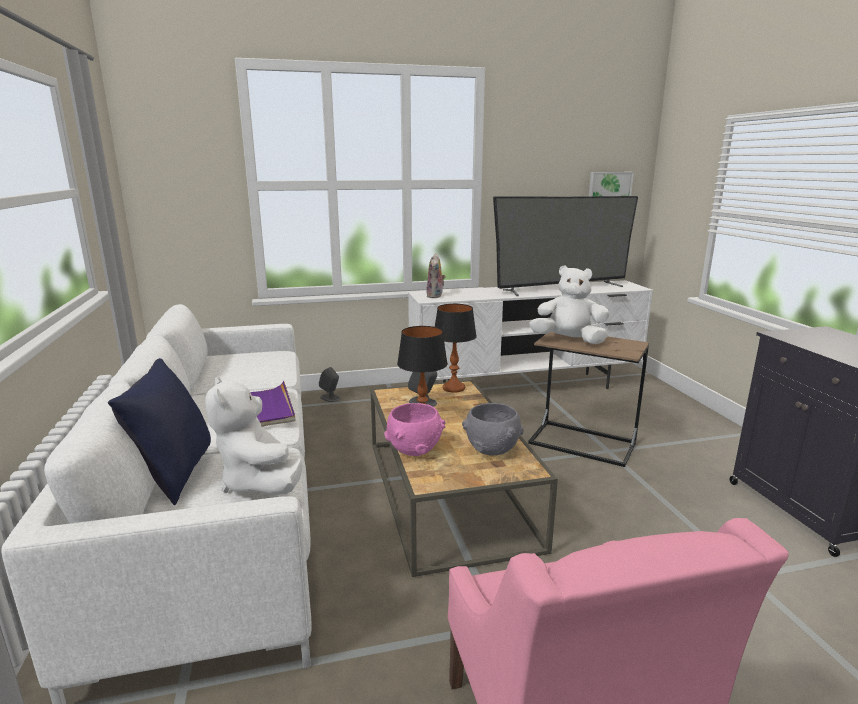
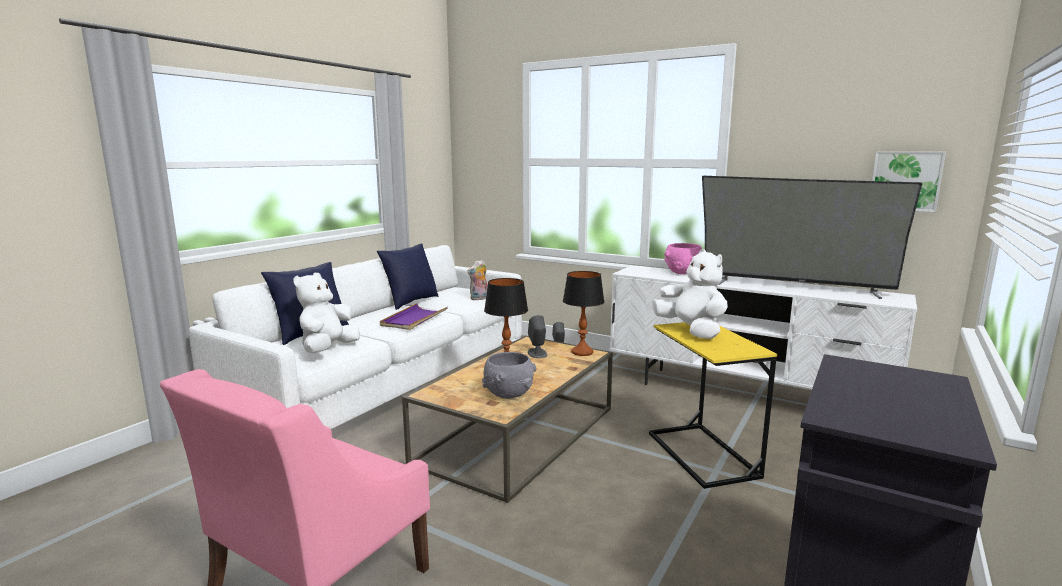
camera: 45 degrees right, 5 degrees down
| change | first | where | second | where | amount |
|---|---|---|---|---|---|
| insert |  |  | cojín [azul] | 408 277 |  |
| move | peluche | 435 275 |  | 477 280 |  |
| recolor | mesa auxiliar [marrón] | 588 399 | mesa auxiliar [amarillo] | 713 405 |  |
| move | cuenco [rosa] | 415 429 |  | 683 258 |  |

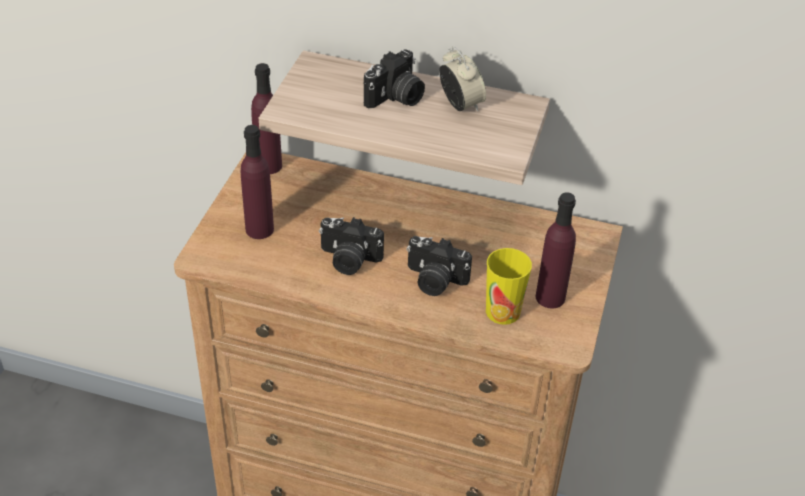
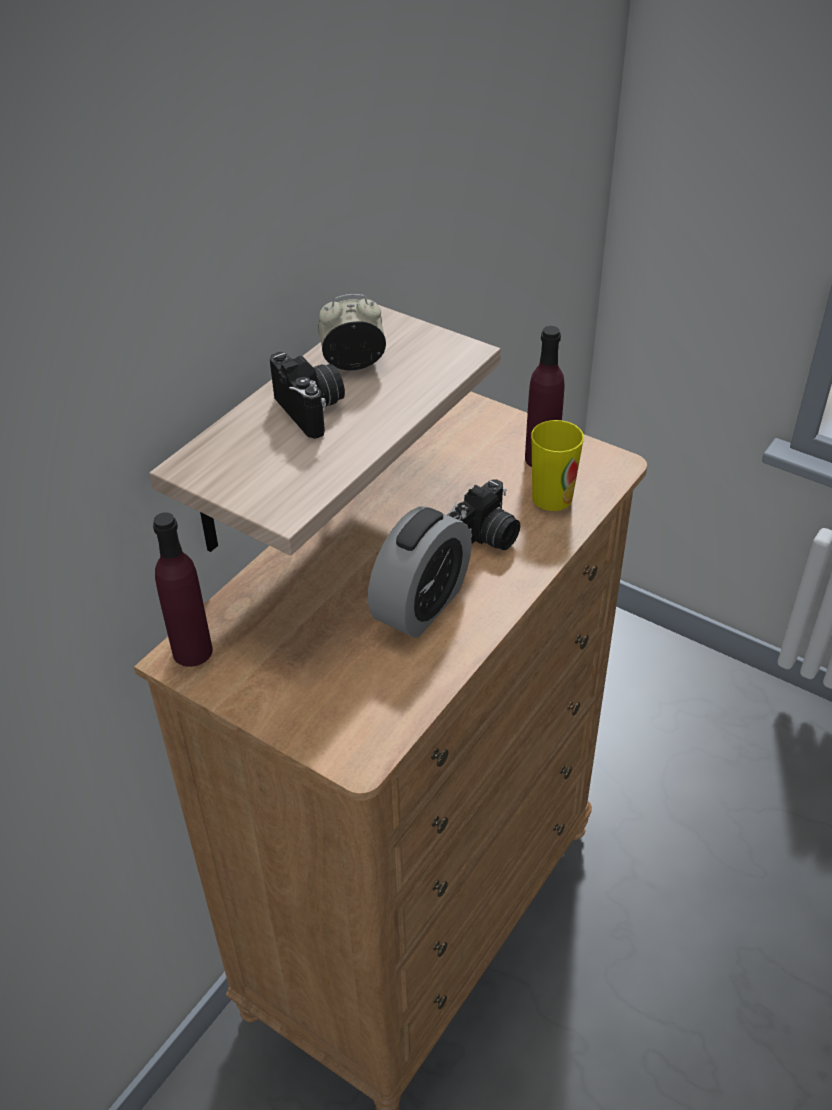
camera: 70 degrees left, 0 degrees up
| change | first | where | second | where | amount |
|---|---|---|---|---|---|
| replace | cámara | 351 246 | despertador | 420 572 |  |
| delete | botella [morado] | 257 182 |  |  |  |

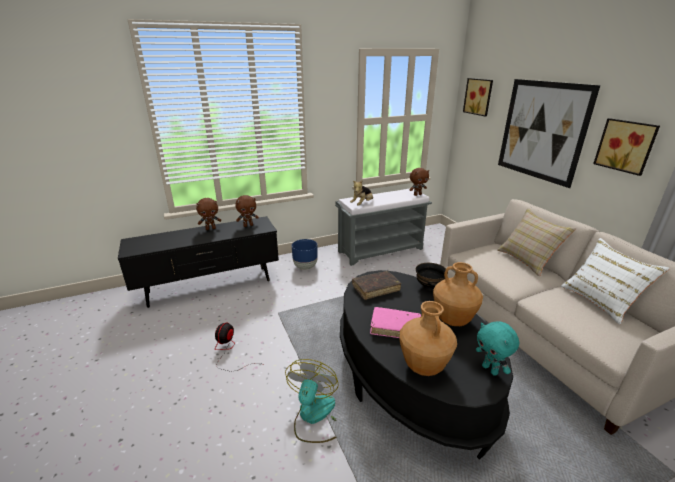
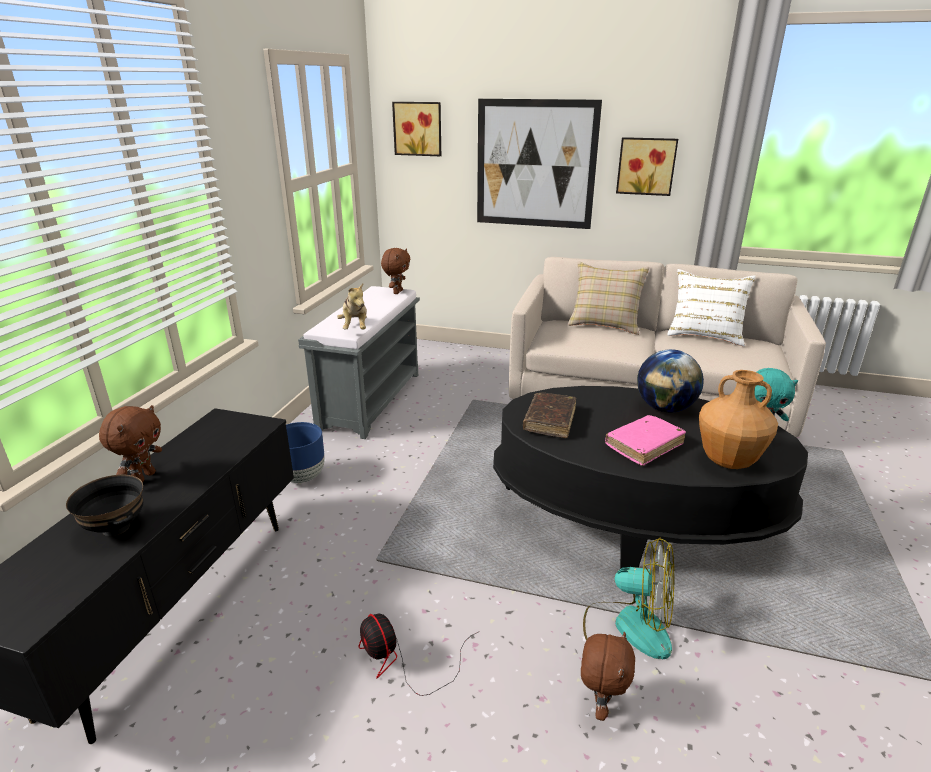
camera: 50 degrees left, 0 degrees up
| change | first | where | second | where | amount |
|---|---|---|---|---|---|
| move | cuenco [negro] | 432 276 |  | 104 505 |  |
| move | peluche [marrón] | 247 211 |  | 608 676 |  |
| rotate | ventilador | 312 401 |  | 628 598 | 150 degrees clockwise |
| replace | florero [marrón] | 458 294 | globo terráqueo | 670 380 |  |

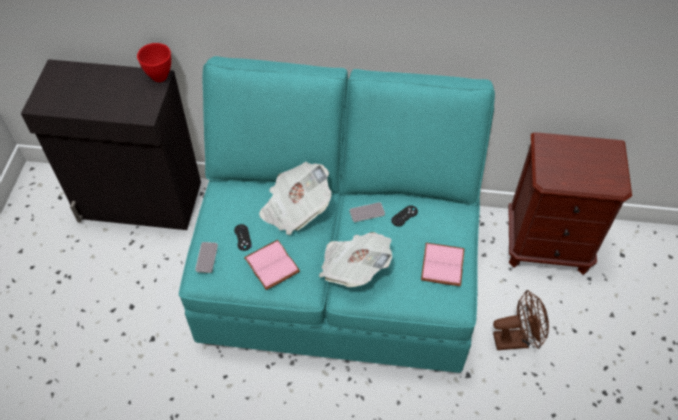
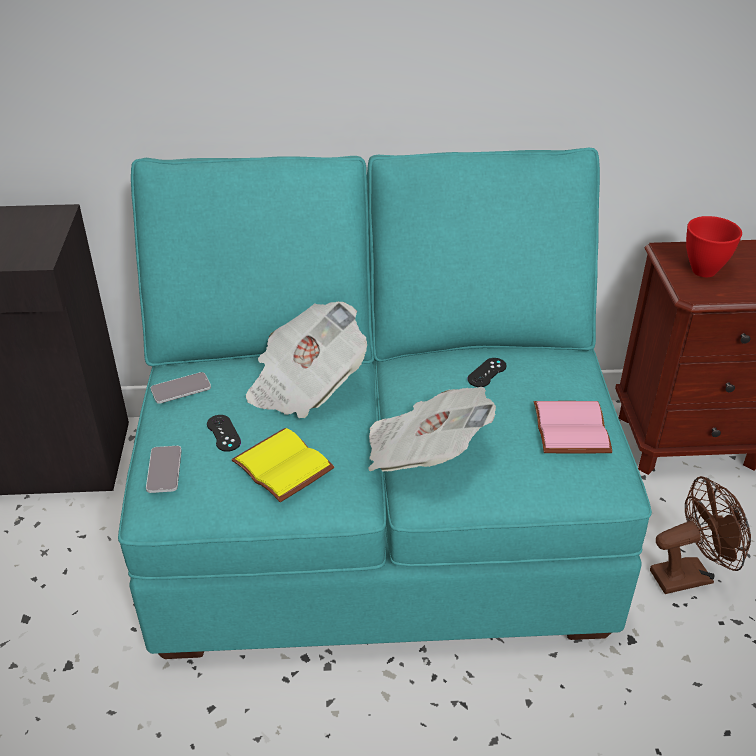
camera: 10 degrees left, 15 degrees down
| change | first | where | second | where | amount |
|---|---|---|---|---|---|
| move | móvil | 367 212 |  | 181 388 |  |
| recolor | libro [rosa] | 272 265 | libro [amarillo] | 283 465 |  |
| move | cuenco [rojo] | 154 62 |  | 714 246 |  |

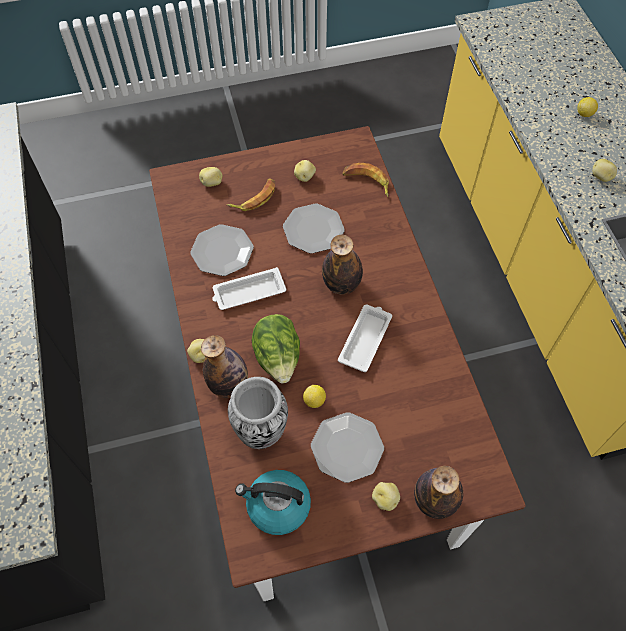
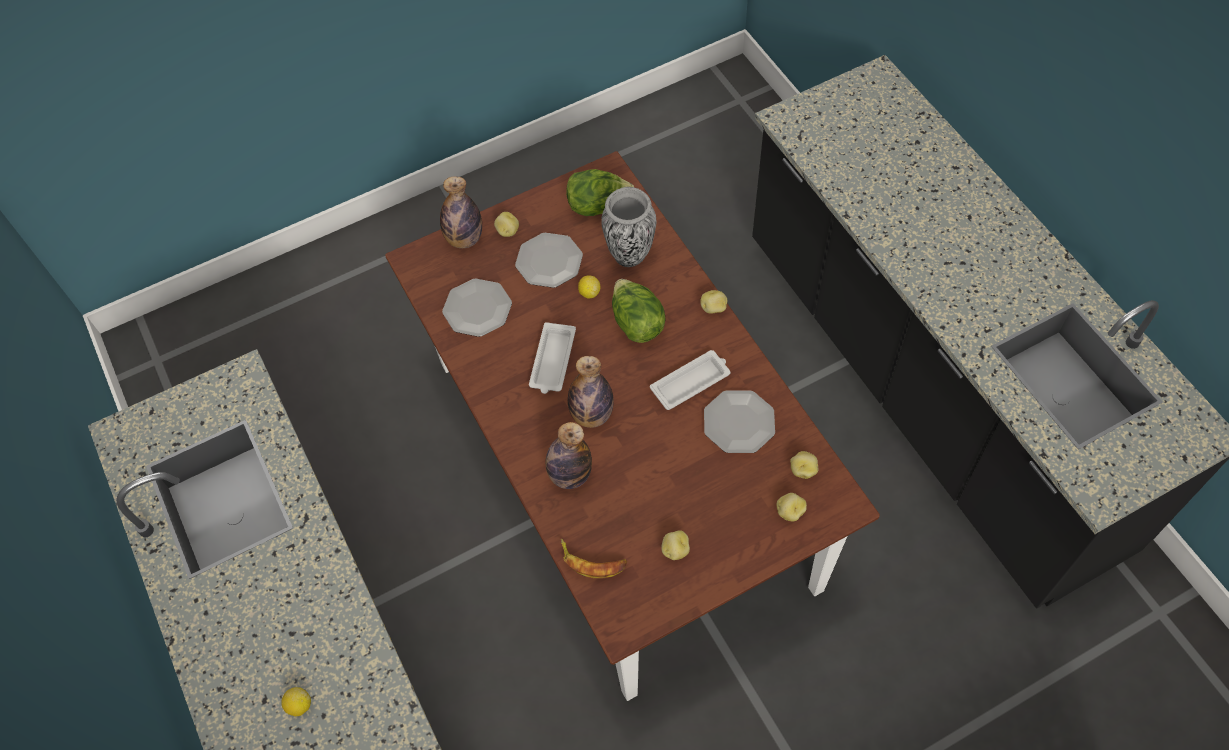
camera: 170 degrees right, 0 degrees up
| change | first | where | second | where | amount |
|---|---|---|---|---|---|
| move | plato | 314 228 |  | 477 308 |  |
| move | botella | 224 366 |  | 568 455 |  |
| replace | hervidor | 273 502 | lechuga | 600 192 |  |
| move | patata | 604 170 |  | 804 465 |  |
| delete | plátano | 251 194 |  |  |  |

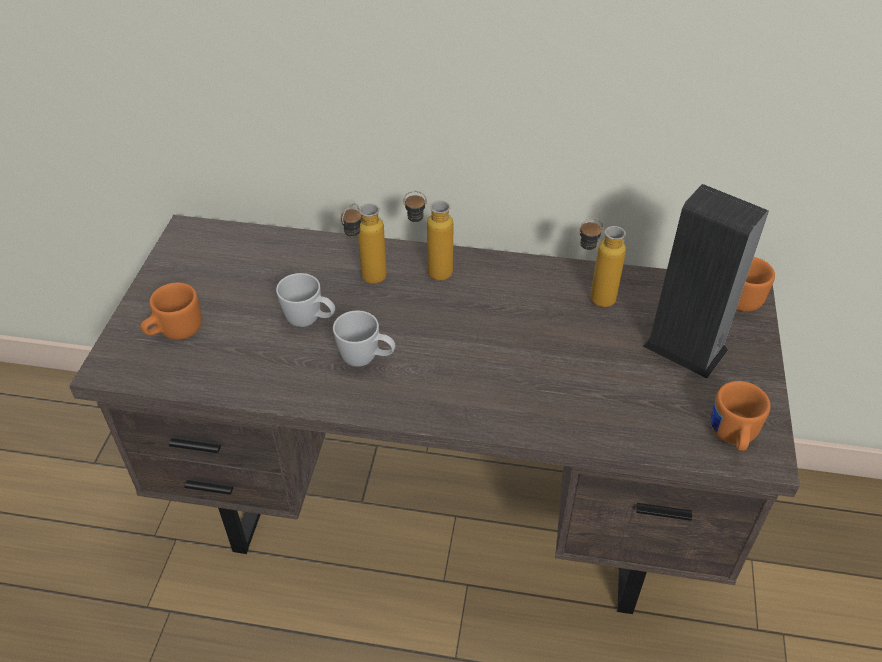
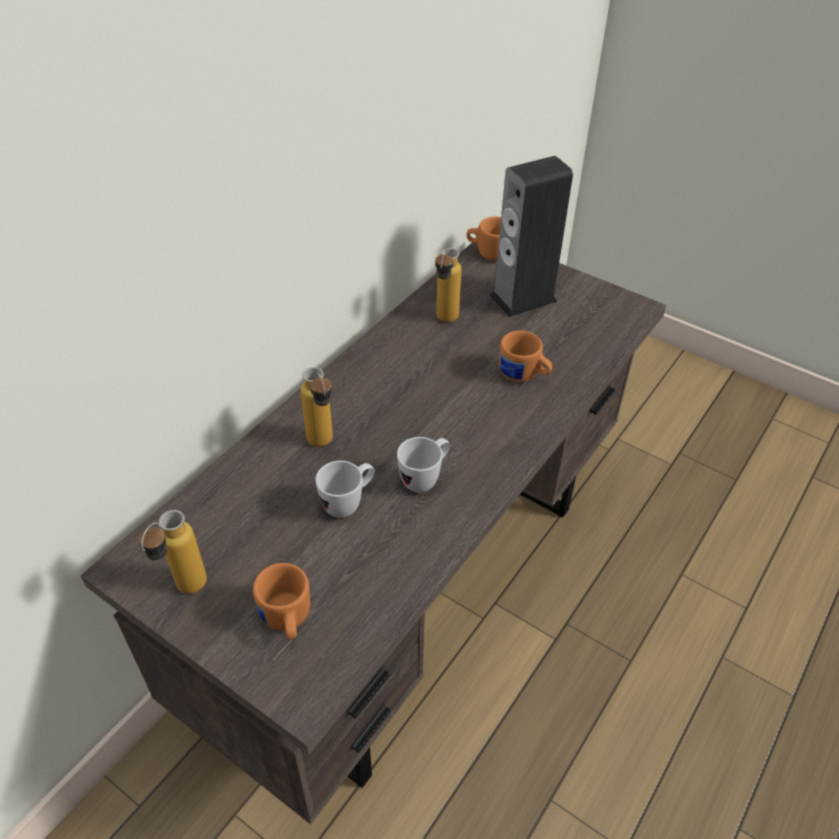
camera: 65 degrees left, 0 degrees up
| change | first | where | second | where | amount |
|---|---|---|---|---|---|
| move | botella | 428 236 |  | 172 552 |  |
| move | taza grande [naranja] | 741 416 |  | 525 356 |  |

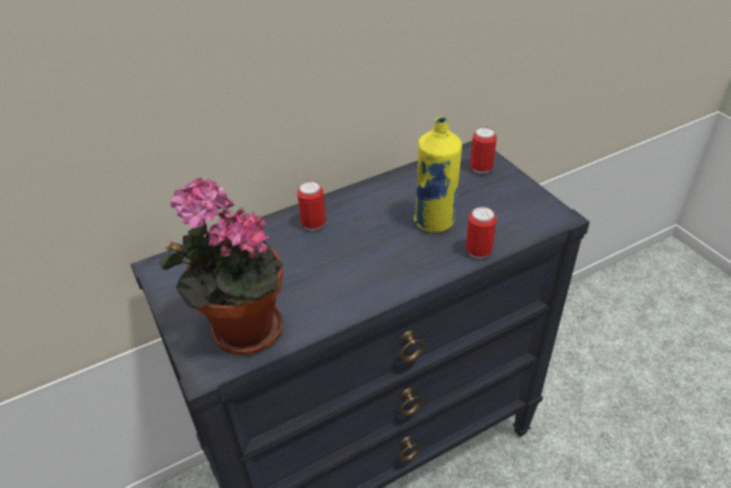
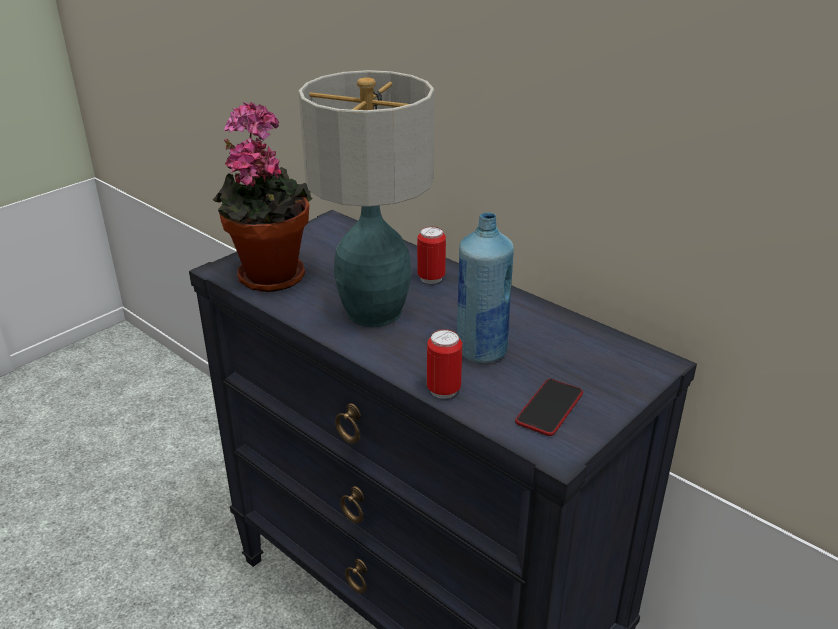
camera: 70 degrees right, 10 degrees down
| change | first | where | second | where | amount |
|---|---|---|---|---|---|
| insert |  |  | lámpara de mesa | 366 198 |  |
| recolor | botella [amarillo] | 438 174 | botella [azul] | 485 287 |  |
| insert |  |  | móvil | 549 407 |  |
| delete | lata | 483 150 |  |  |  |

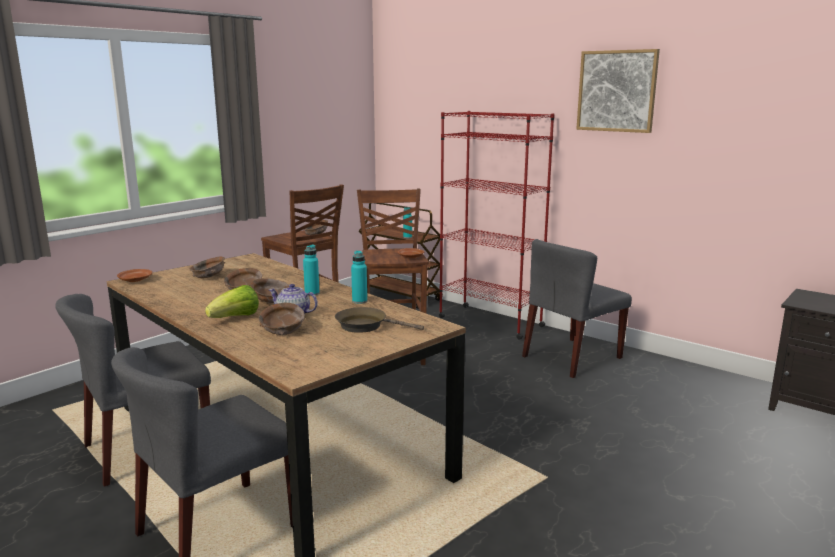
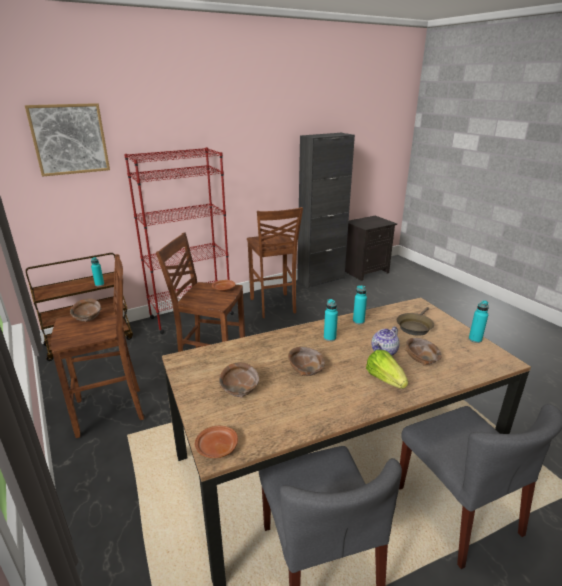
camera: 70 degrees left, 10 degrees up
| change | first | where | second | where | amount |
|---|---|---|---|---|---|
| move | cuadro | 618 91 |  | 67 140 |  |
| replace | silla [gris] | 577 308 | taburete [marrón] | 275 262 |  |
| insert |  |  | armario [negro] | 326 210 |  |
| insert |  |  | botella [turquesa] | 479 321 |  |
| delete | cuenco [marrón] | 269 290 |  |  |  |

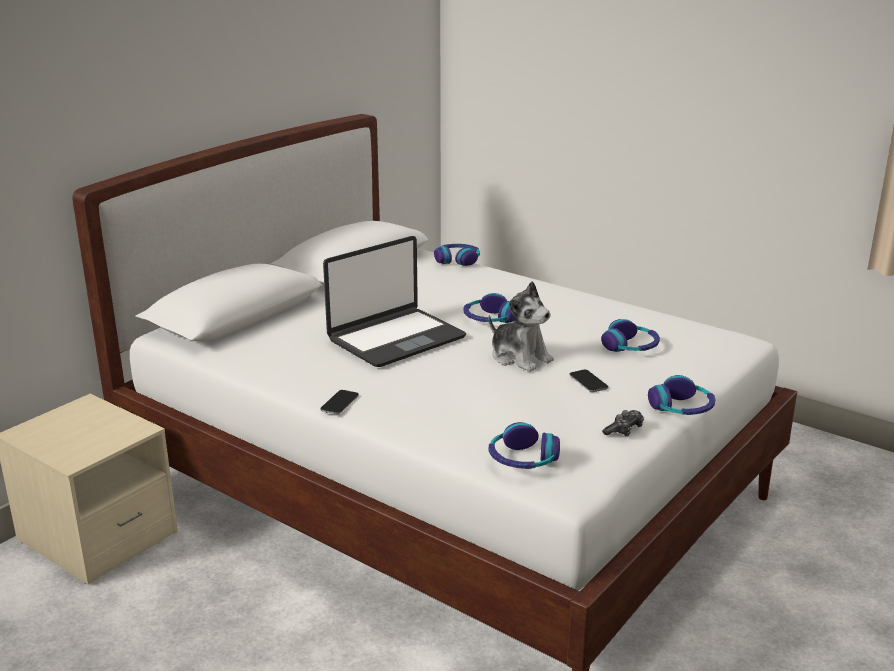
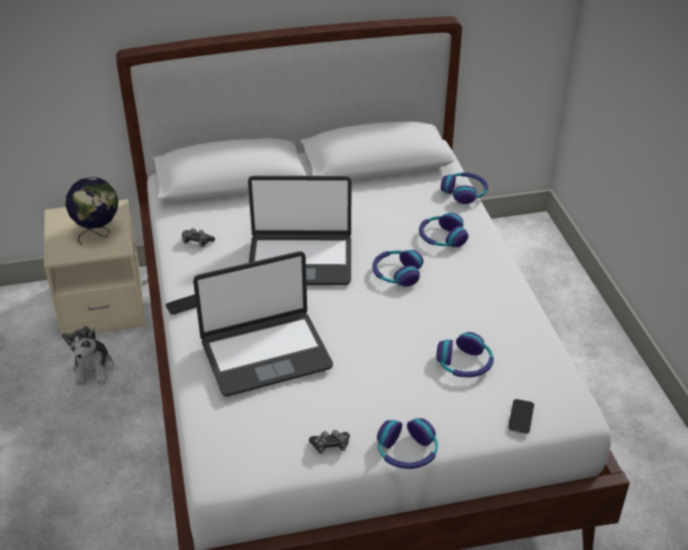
camera: 40 degrees right, 15 degrees up
| change | first | where | second | where | amount |
|---|---|---|---|---|---|
| move | peluche | 521 326 |  | 88 356 |  |
| insert |  |  | globo terráqueo | 91 211 |  |
| insert |  |  | mando de consola | 198 237 |  |
| insert |  |  | portátil | 263 323 |  |
| move | auriculares | 524 445 |  | 444 230 |  |
| move | móvil | 588 381 |  | 521 416 |  |

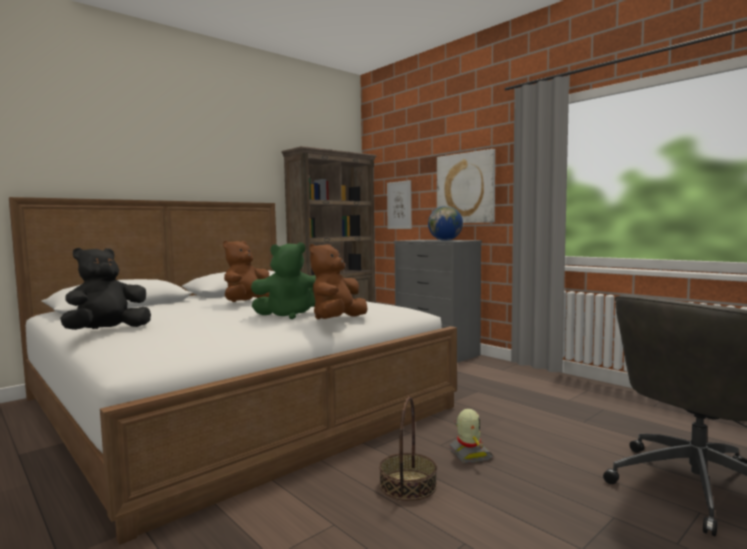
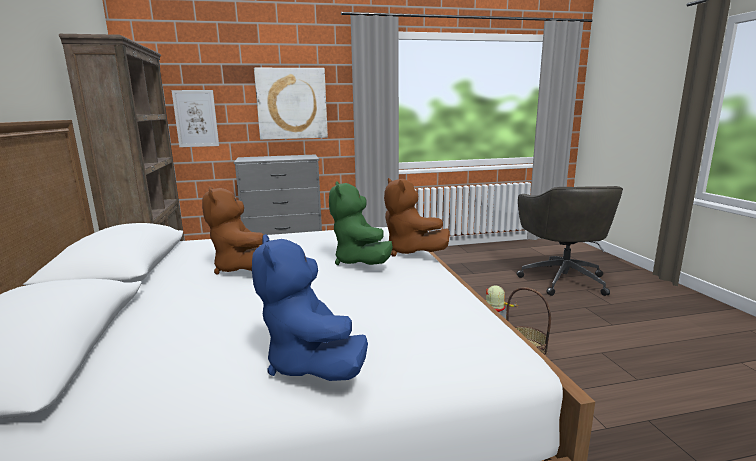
camera: 60 degrees left, 10 degrees up
| change | first | where | second | where | amount |
|---|---|---|---|---|---|
| recolor | peluche [negro] | 105 289 | peluche [azul] | 310 307 |  |
| rotate | peluche [verde] | 283 280 |  | 361 223 | 150 degrees clockwise |
| delete | globo terráqueo | 445 223 |  |  |  |

